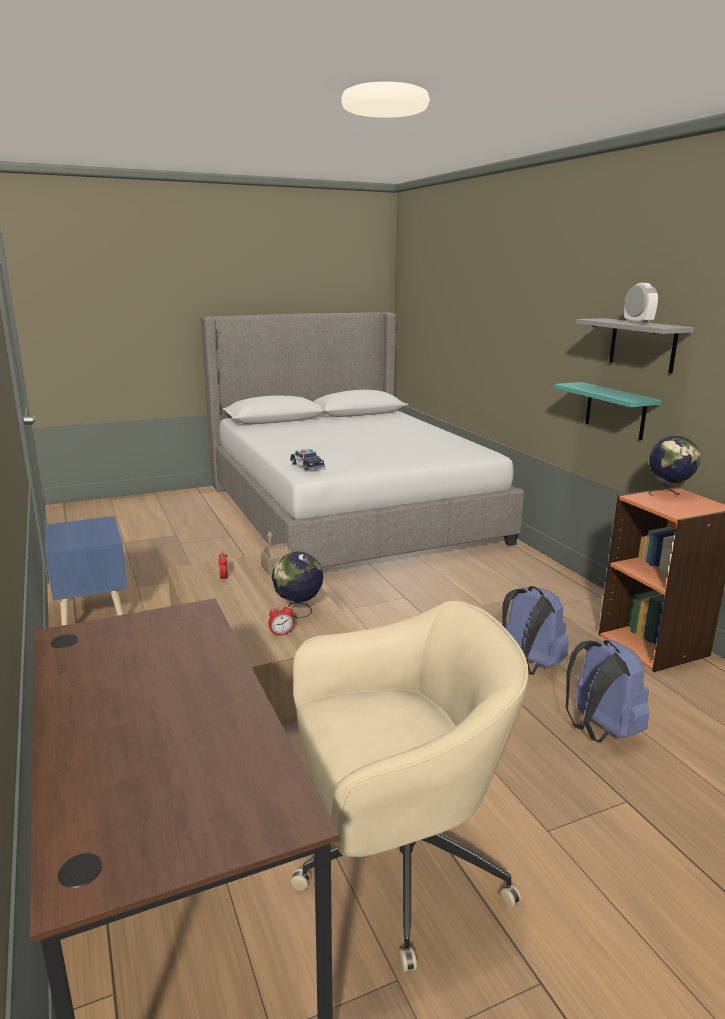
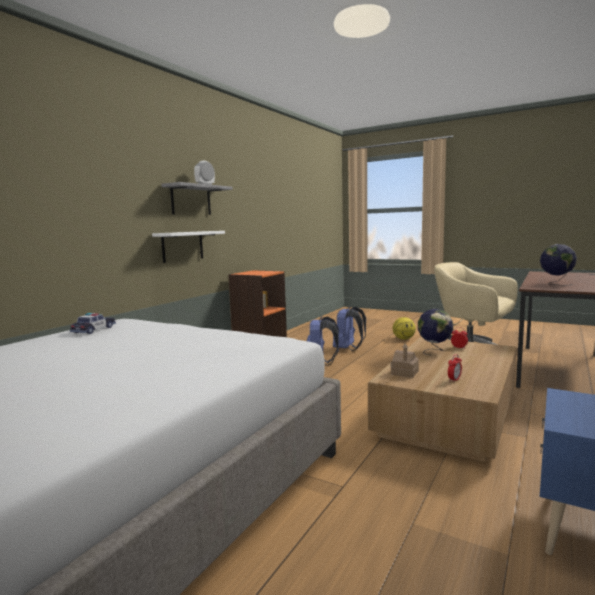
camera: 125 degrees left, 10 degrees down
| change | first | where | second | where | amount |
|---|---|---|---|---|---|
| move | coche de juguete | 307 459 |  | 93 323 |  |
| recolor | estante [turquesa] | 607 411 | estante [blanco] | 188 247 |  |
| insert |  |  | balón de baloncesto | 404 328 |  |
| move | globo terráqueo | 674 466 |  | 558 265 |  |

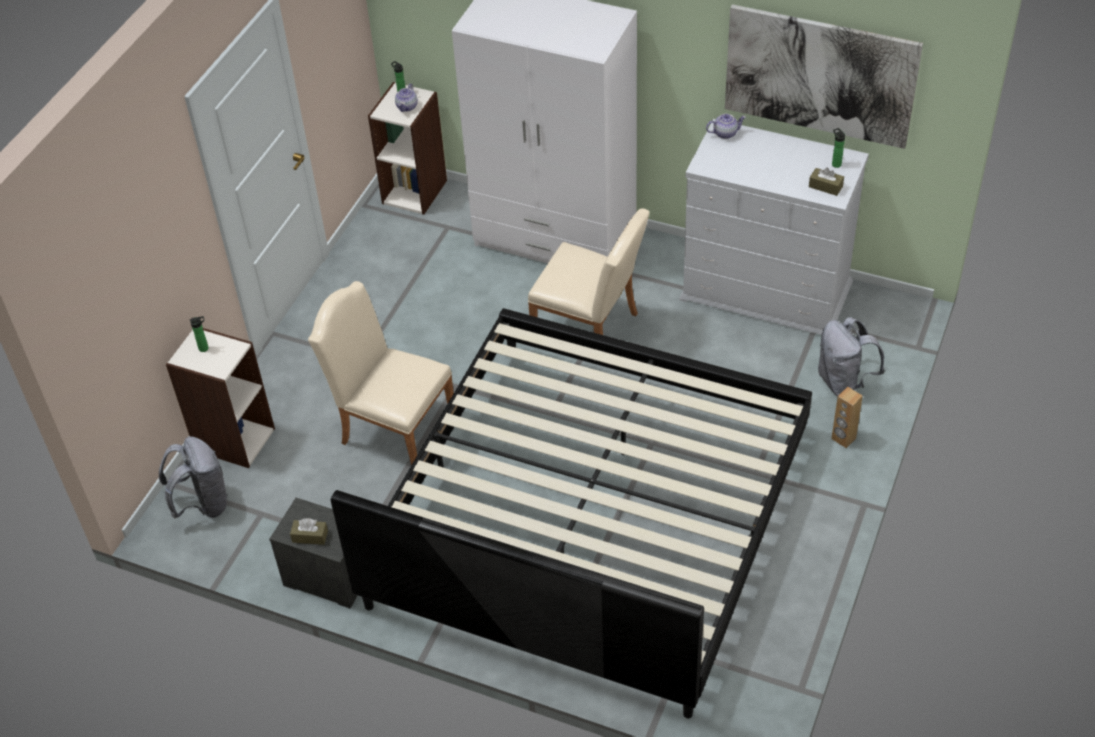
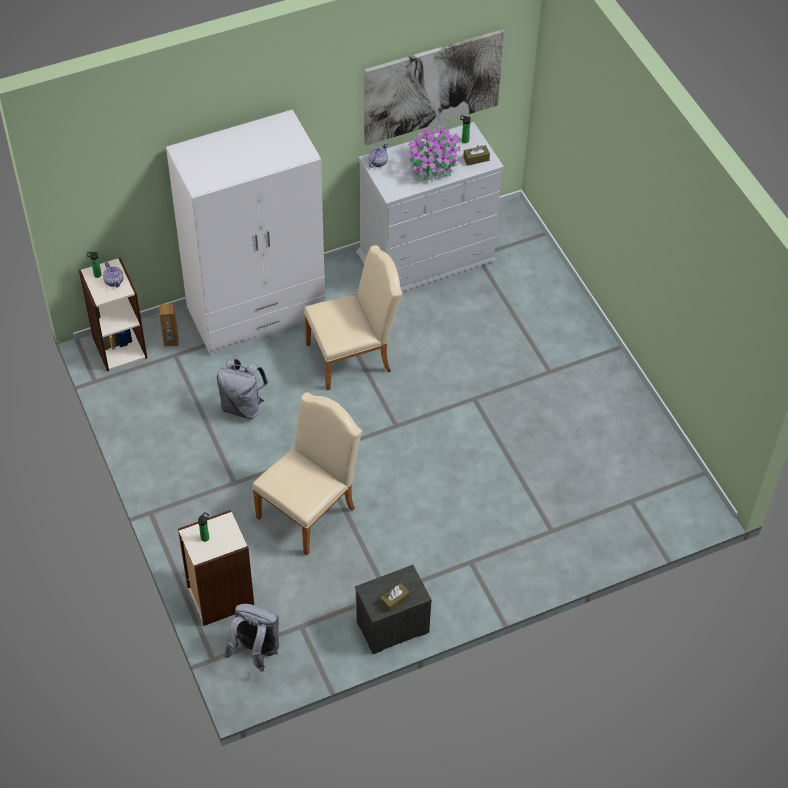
camera: 50 degrees left, 5 degrees up
| change | first | where | second | where | amount |
|---|---|---|---|---|---|
| move | altavoz [marrón] | 847 417 |  | 169 325 |  |
| move | mochila [gris] | 851 357 |  | 242 389 |  |
| rotate | silla [beis] | 381 373 |  | 307 474 | 150 degrees clockwise |
| insert |  |  | planta en maceta | 434 153 |  |
| delete | cama | 571 513 |  |  |  |

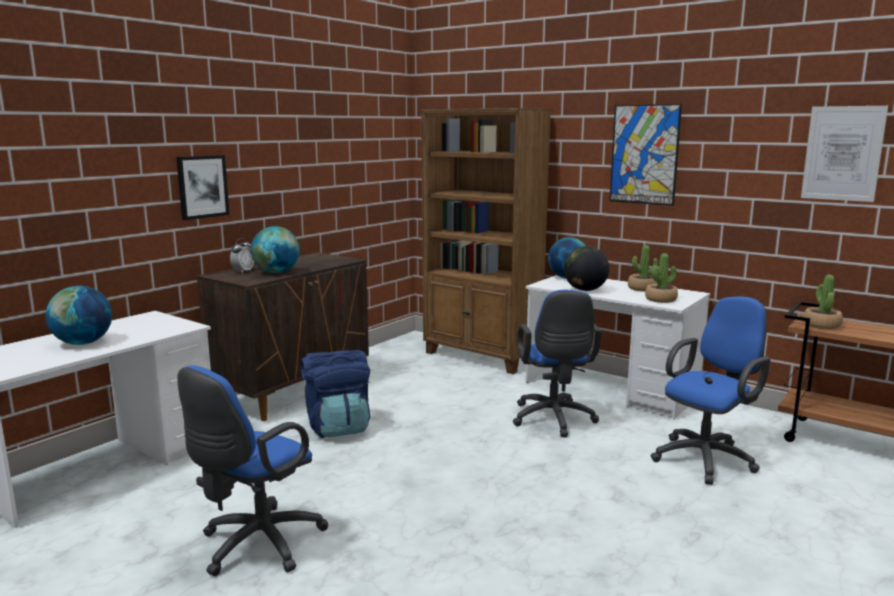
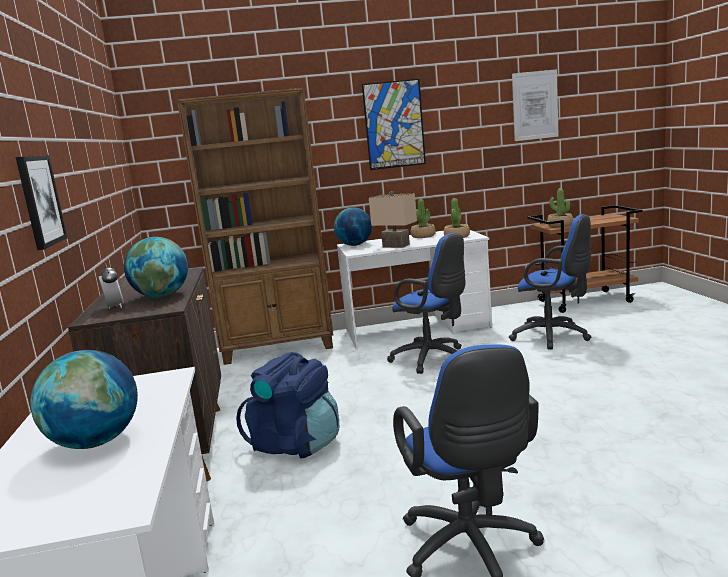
camera: 45 degrees left, 0 degrees up
| change | first | where | second | where | amount |
|---|---|---|---|---|---|
| replace | globo terráqueo | 586 268 | lámpara de mesa [beis] | 393 220 |  |
| rotate | silla de oficina [azul] | 710 391 |  | 550 281 | 120 degrees clockwise |

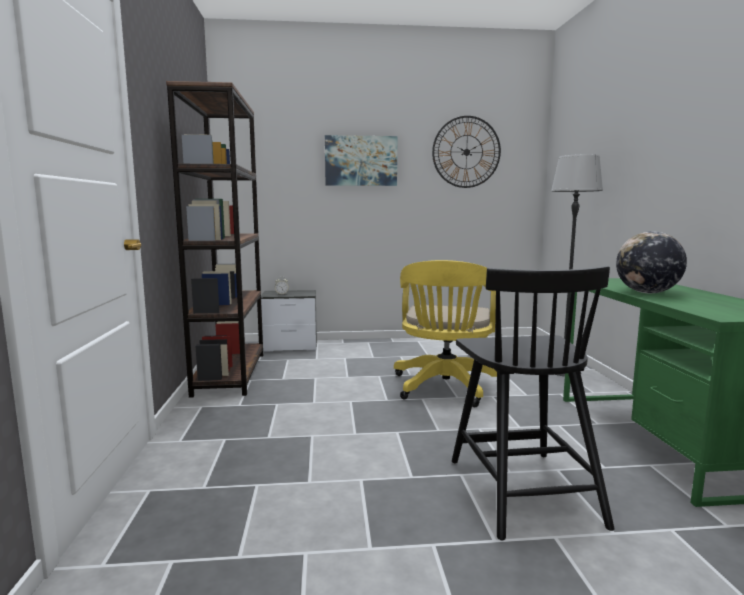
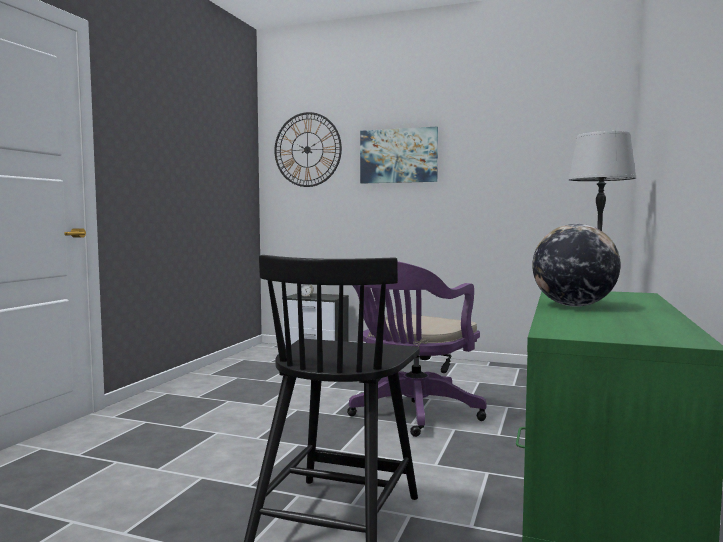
camera: 25 degrees right, 5 degrees down
| change | first | where | second | where | amount |
|---|---|---|---|---|---|
| move | reloj de pared | 466 152 |  | 308 149 |  |
| recolor | silla de oficina [amarillo] | 445 333 | silla de oficina [morado] | 417 349 |  |
| delete | estantería [marrón] | 214 239 |  |  |  |

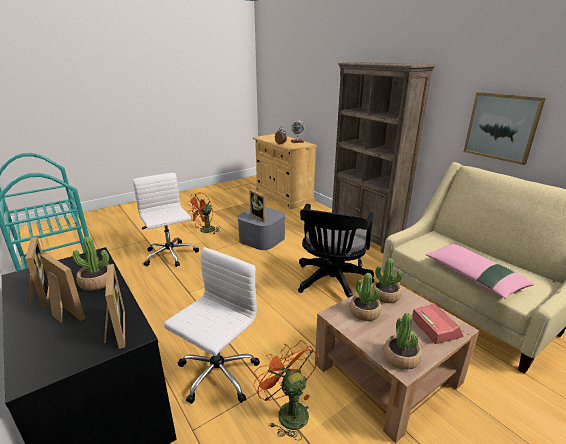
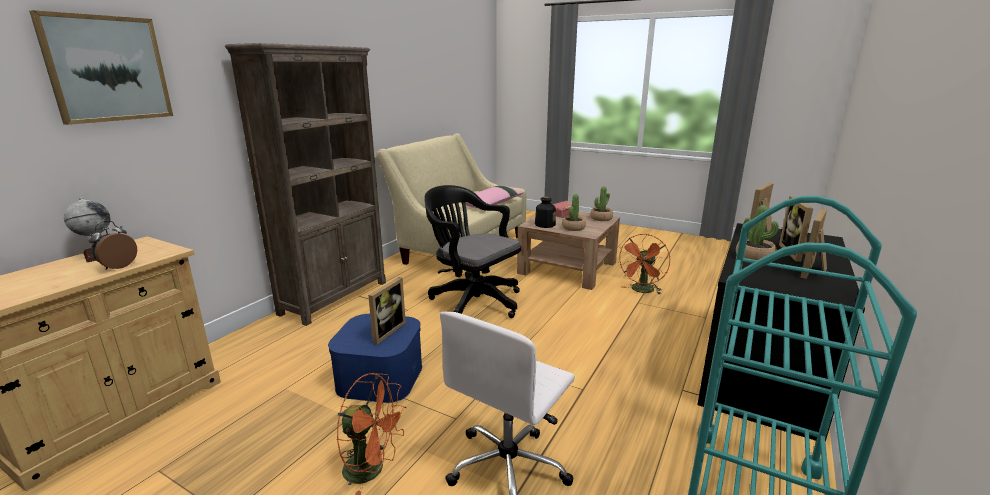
camera: 115 degrees left, 5 degrees down
| change | first | where | second | where | amount |
|---|---|---|---|---|---|
| move | cuadro | 504 128 |  | 101 67 |  |
| recolor | caja de almacenaje [gris] | 261 228 | caja de almacenaje [azul] | 375 358 |  |
| rotate | silla de oficina [negro] | 336 251 |  | 472 251 | 135 degrees counterclockwise |
| replace | planta en maceta | 387 280 | botella | 545 212 |  |
| delete | silla de oficina [blanco] | 212 325 |  |  |  |

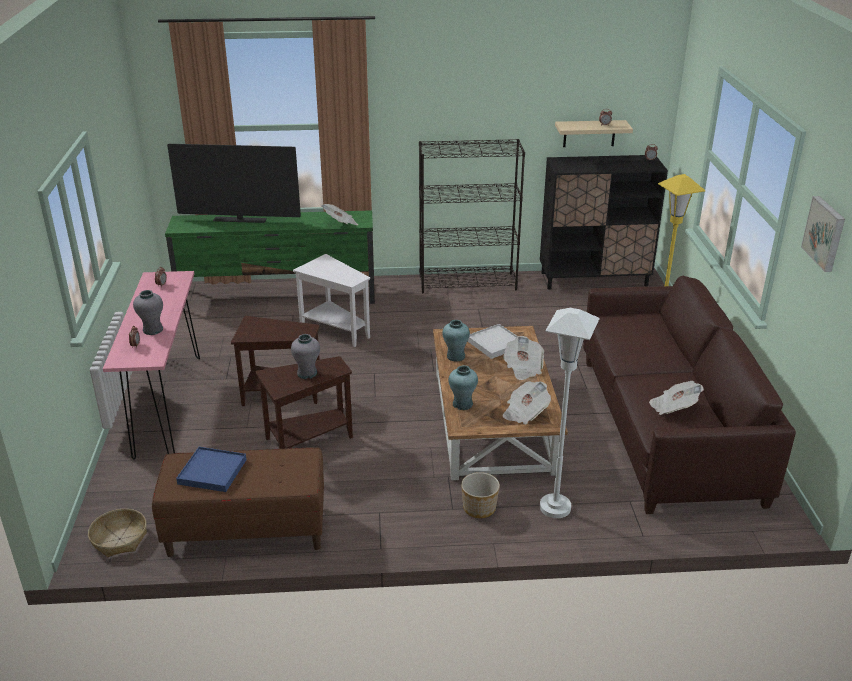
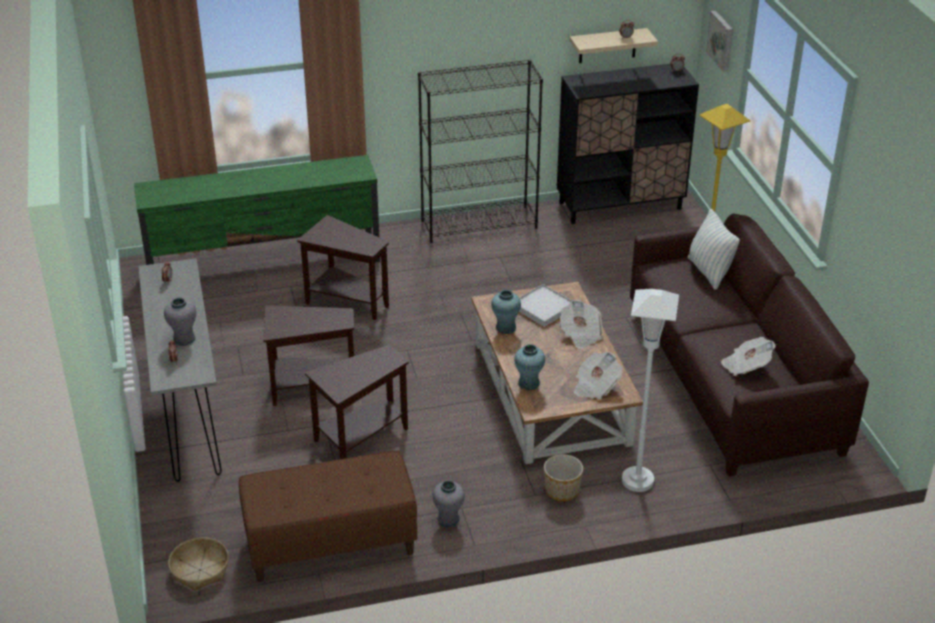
camera: 10 degrees left, 5 degrees up
| change | first | where | second | where | amount |
|---|---|---|---|---|---|
| recolor | mesa consola [rosa] | 151 365 | mesa consola [gris] | 180 370 |  |
| recolor | mesa auxiliar [blanco] | 331 300 | mesa auxiliar [marrón] | 343 267 |  |
| move | florero [gris] | 305 356 |  | 448 504 |  |
| insert |  |  | cojín | 714 249 |  |
| move | cuadro | 823 234 |  | 719 41 |  |
| delete | televisor | 234 183 |  |  |  |
| delete | bandeja [azul] | 211 469 |  |  |  |
| delete | periódico | 339 214 |  |  |  |

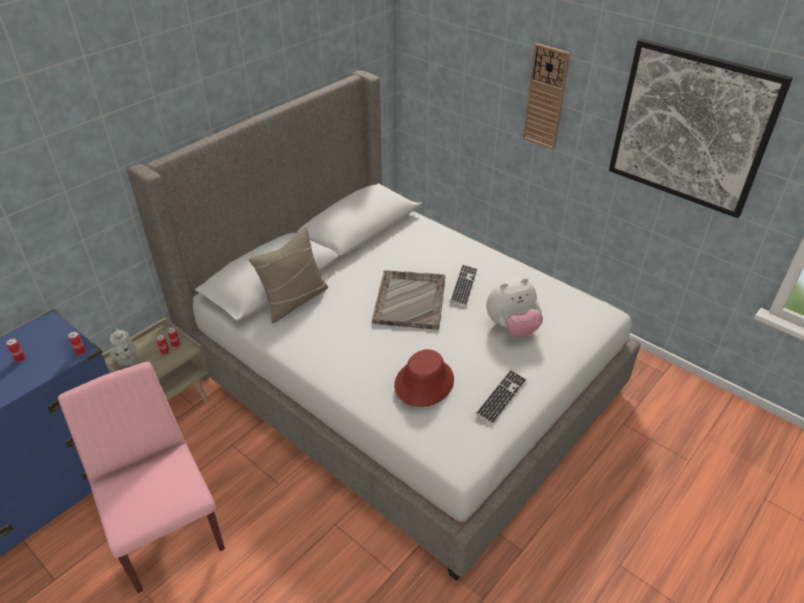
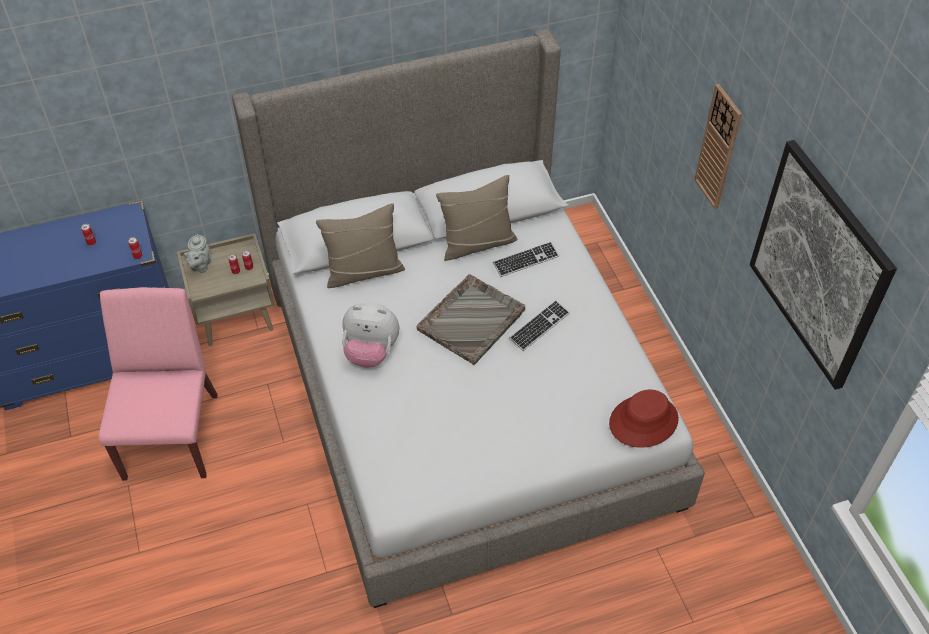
camera: 30 degrees right, 10 degrees up
| change | first | where | second | where | amount |
|---|---|---|---|---|---|
| move | peluche | 514 308 |  | 370 335 |  |
| insert |  |  | cojín [beis] | 476 218 |  |
| move | teclado | 501 397 |  | 526 259 |  |
| move | sombrero [rojo] | 424 378 |  | 644 419 |  |

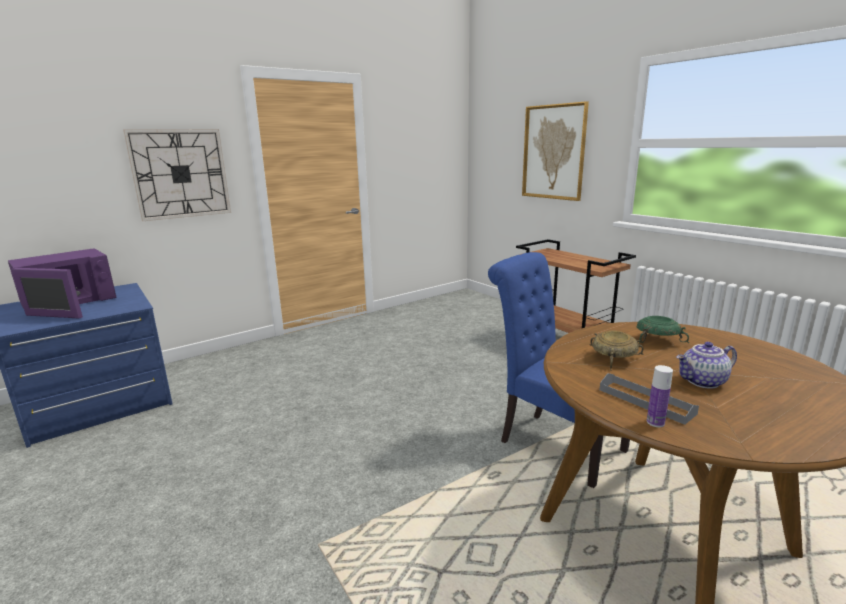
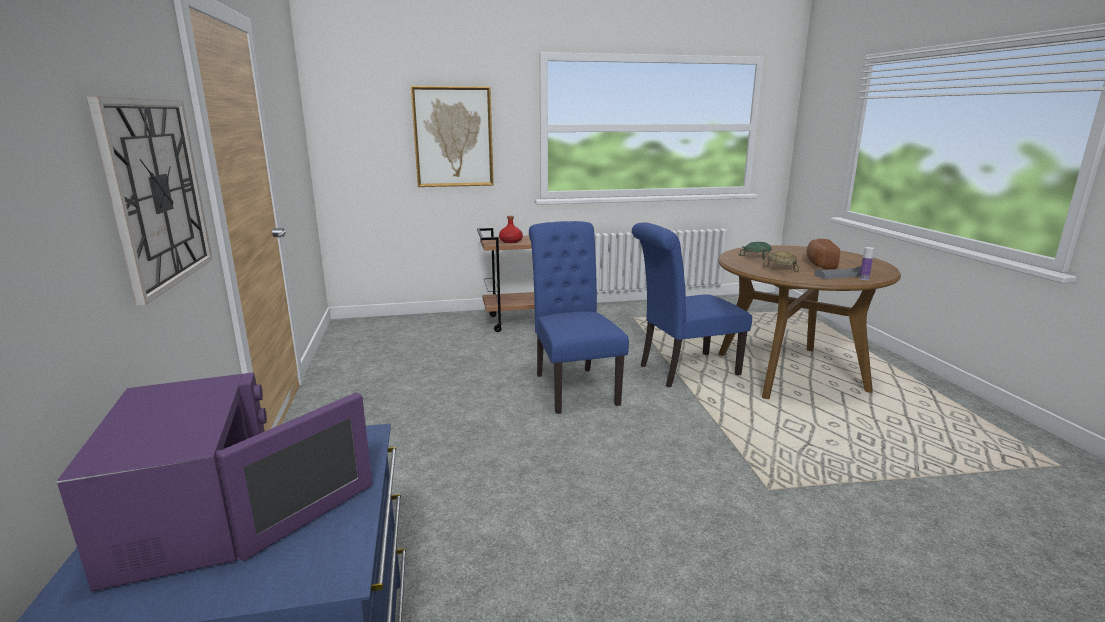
camera: 65 degrees left, 0 degrees up
| change | first | where | second | where | amount |
|---|---|---|---|---|---|
| insert |  |  | botella [rojo] | 511 229 |  |
| insert |  |  | silla [azul] | 579 317 |  |
| replace | tetera | 706 365 | pan | 823 254 |  |

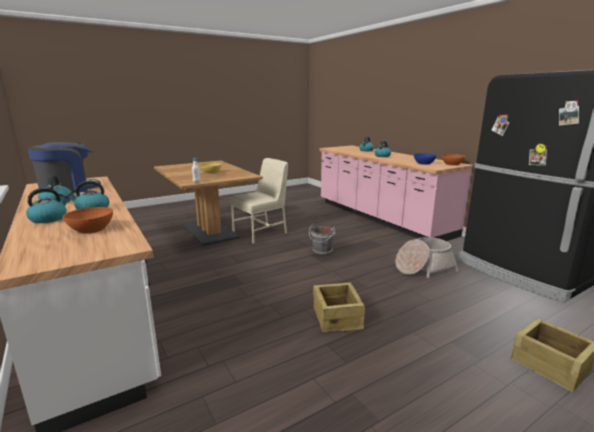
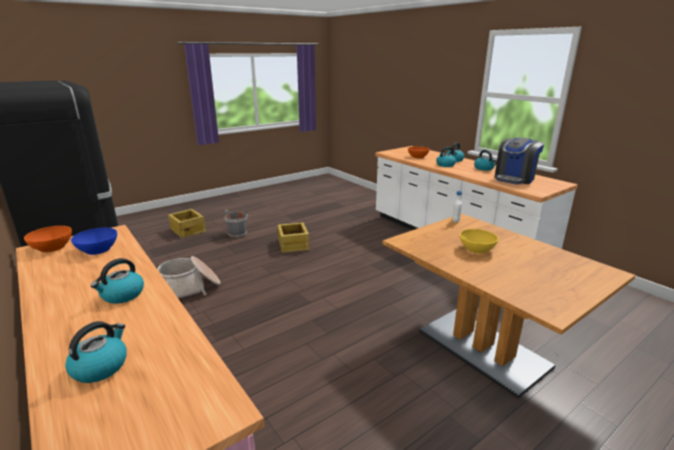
camera: 175 degrees right, 5 degrees up
| change | first | where | second | where | amount |
|---|---|---|---|---|---|
| move | cubo [gris] | 322 239 |  | 237 223 |  |
| delete | silla [beis] | 258 201 |  |  |  |

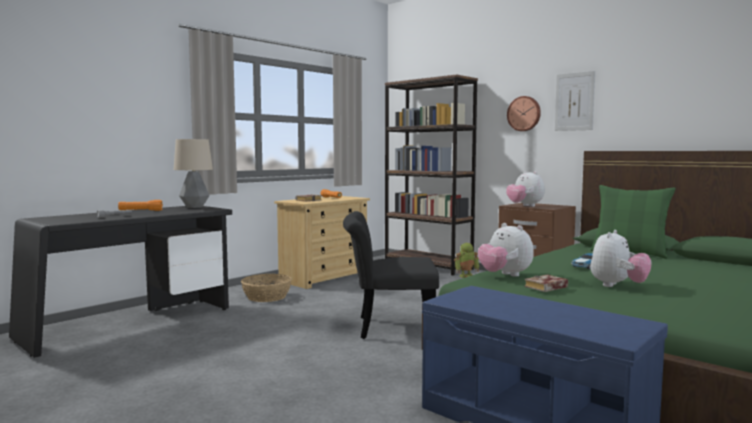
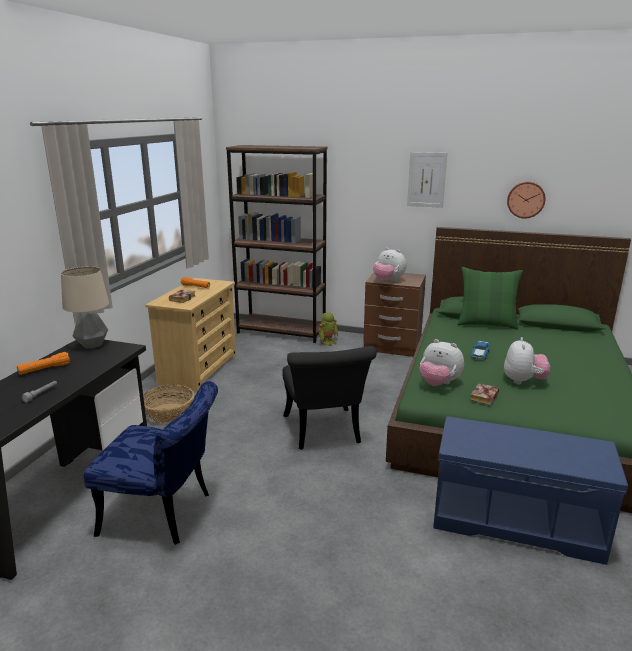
camera: 25 degrees left, 15 degrees up
| change | first | where | second | where | amount |
|---|---|---|---|---|---|
| insert |  |  | silla [azul] | 151 463 |  |
| rotate | silla [negro] | 391 275 |  | 329 398 | 75 degrees counterclockwise |
| move | reloj de pared | 524 113 |  | 526 200 |  |

